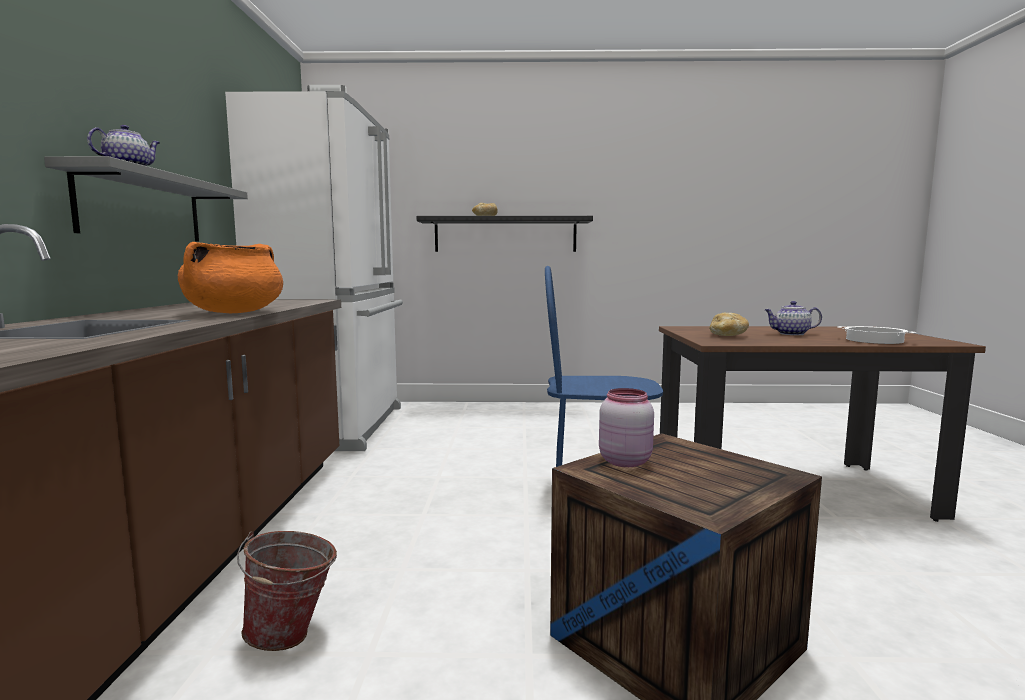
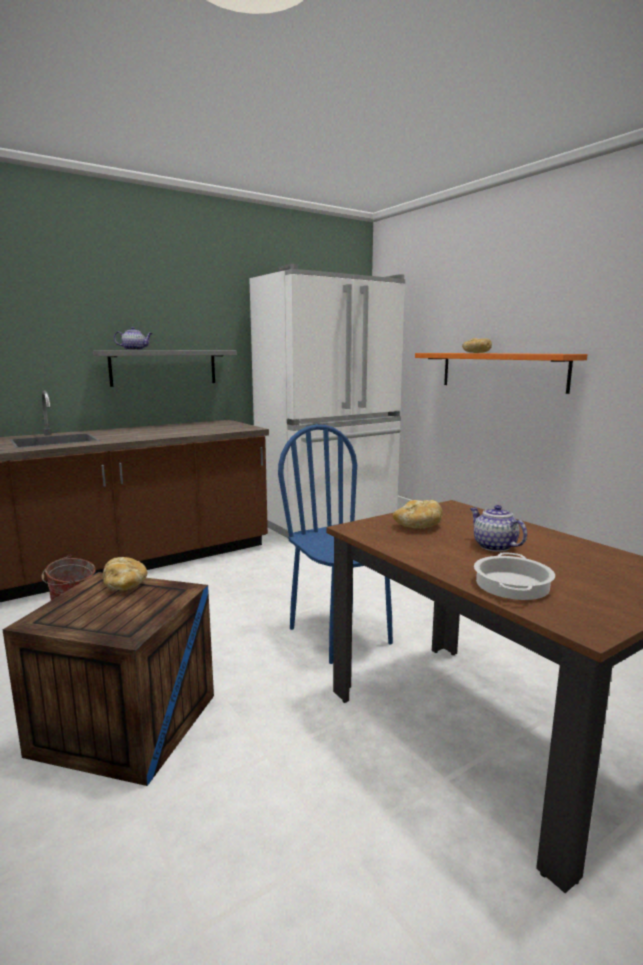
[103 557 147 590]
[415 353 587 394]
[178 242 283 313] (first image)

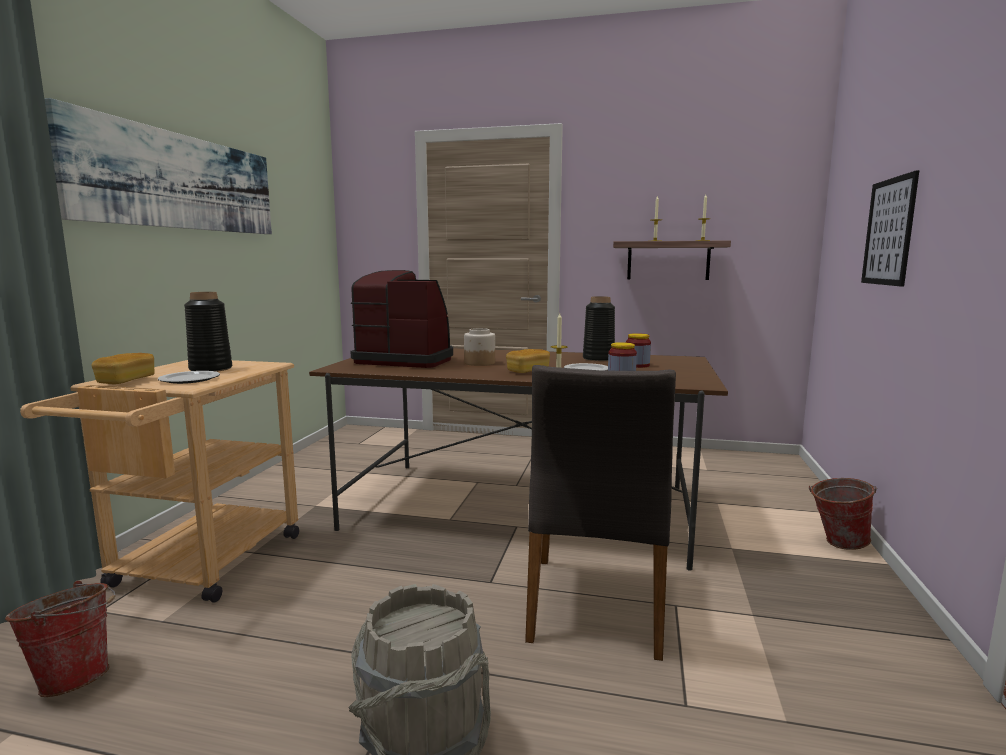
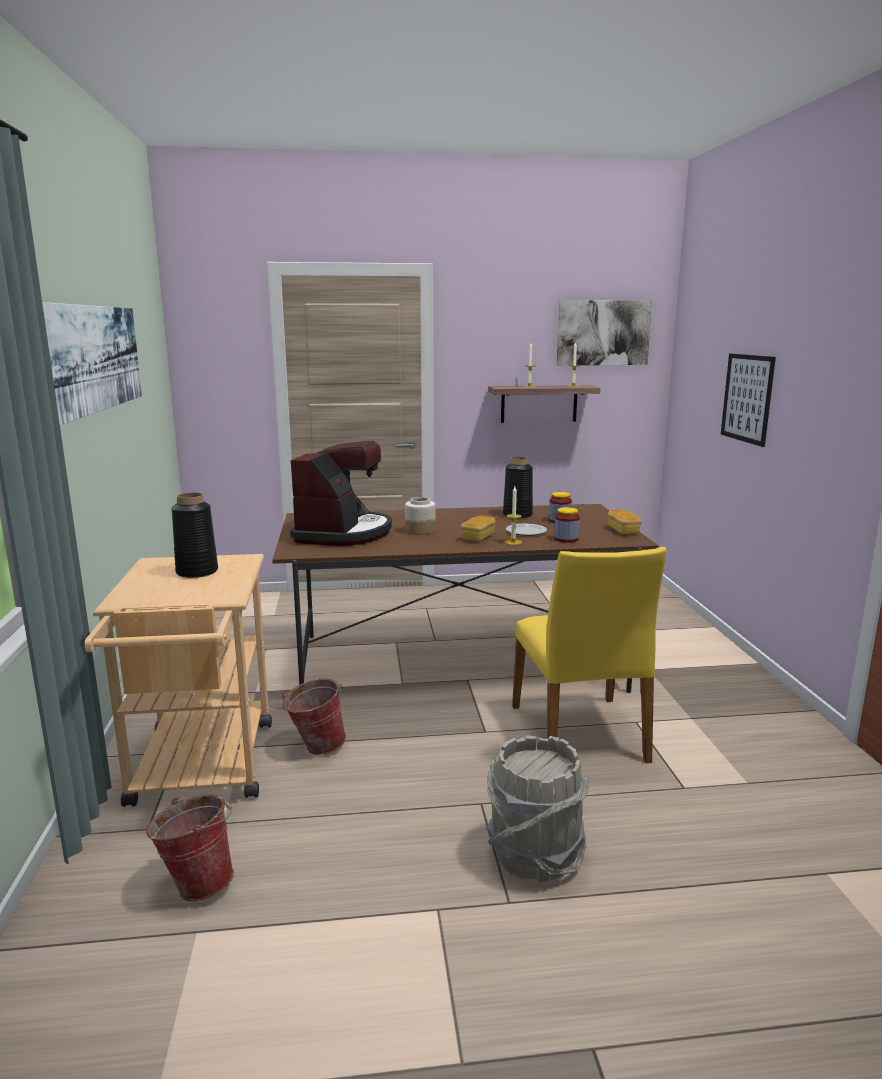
[281 678 346 755]
[290 441 392 546]
[512 547 666 763]
[556 300 652 365]
[608 510 642 534]
[158 371 220 384] (first image)

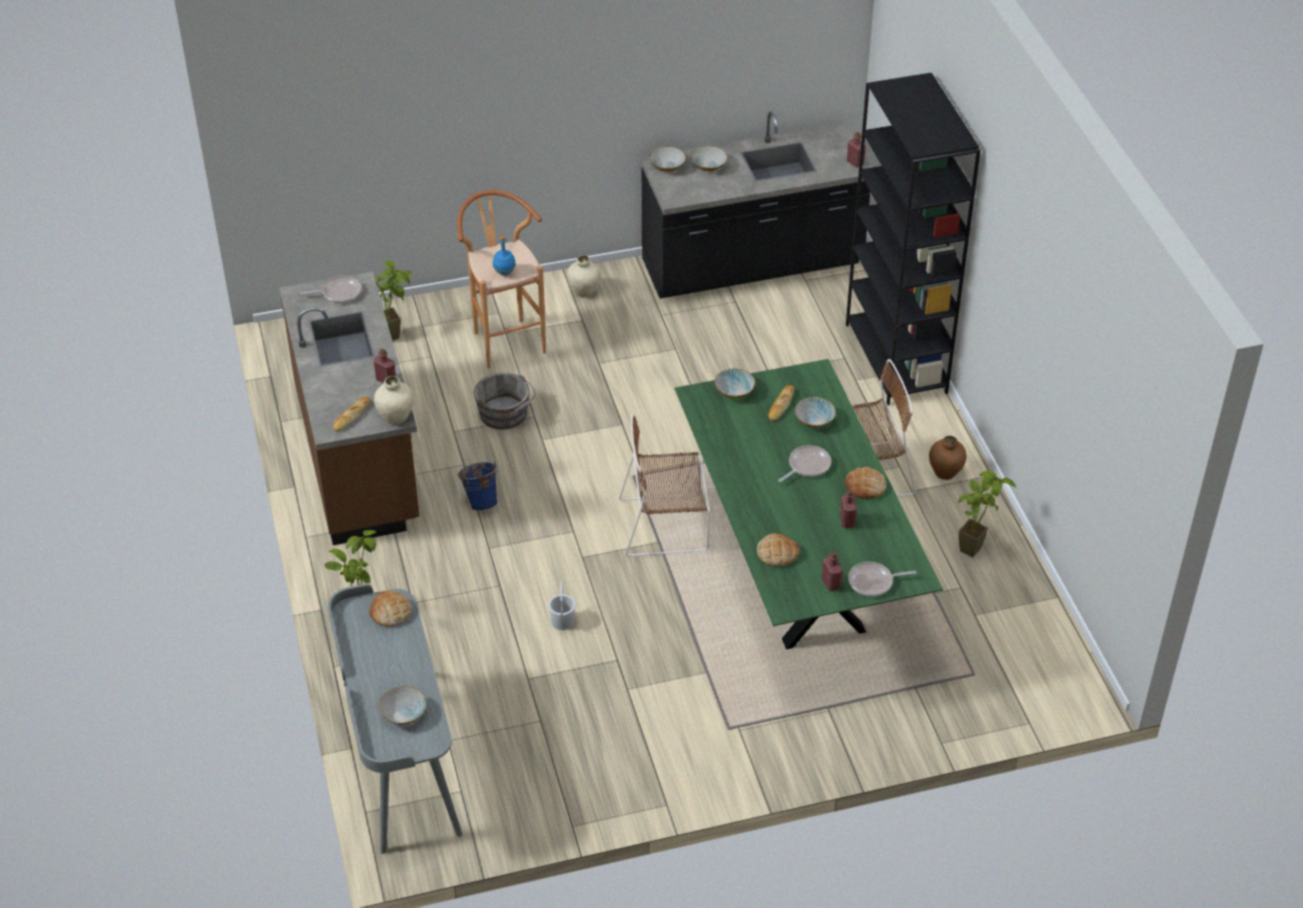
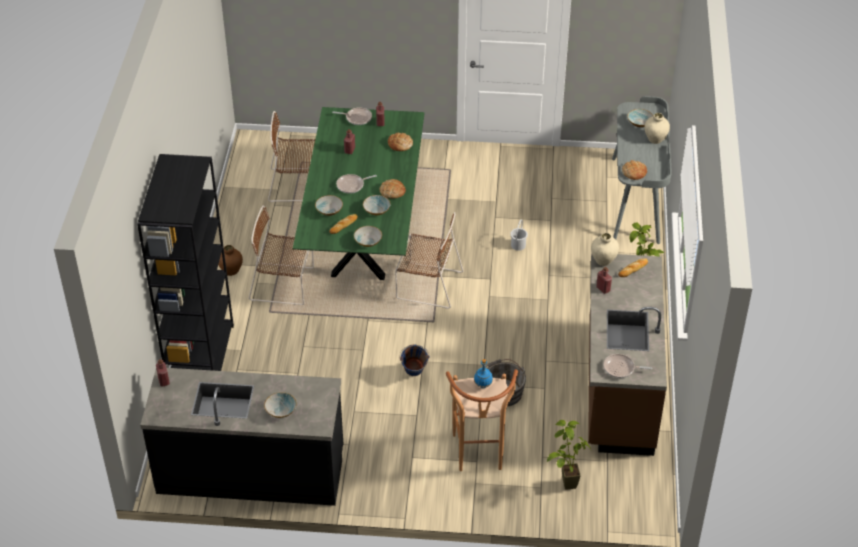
[268 111 315 202]
[363 195 391 215]
[380 179 406 199]
[400 345 429 376]
[644 113 670 144]
[958 471 1016 558] (first image)

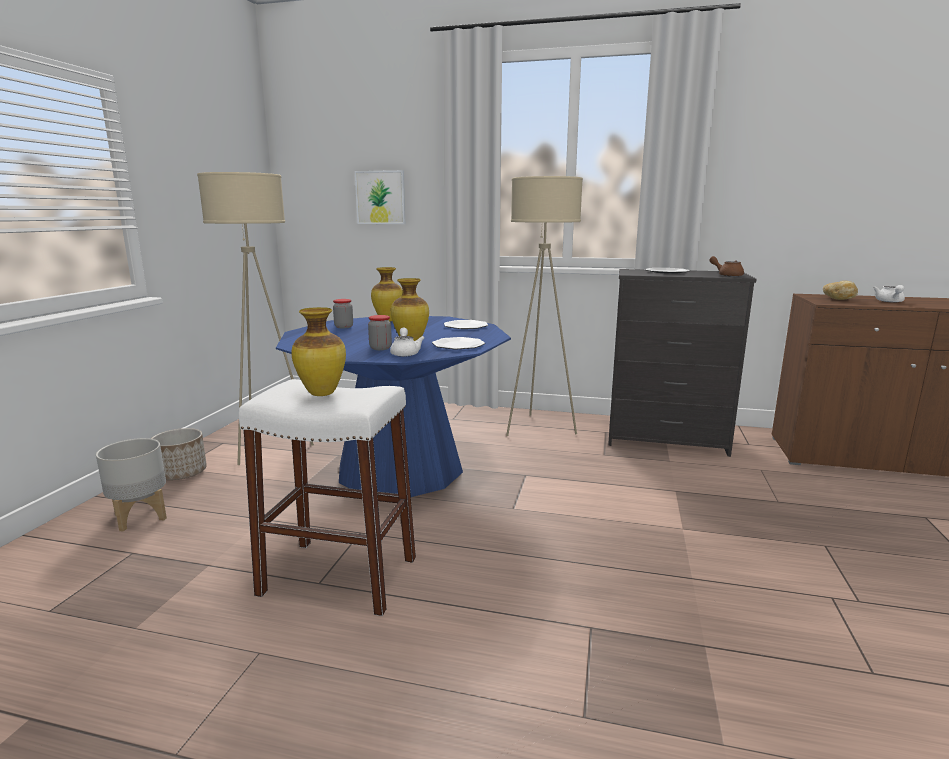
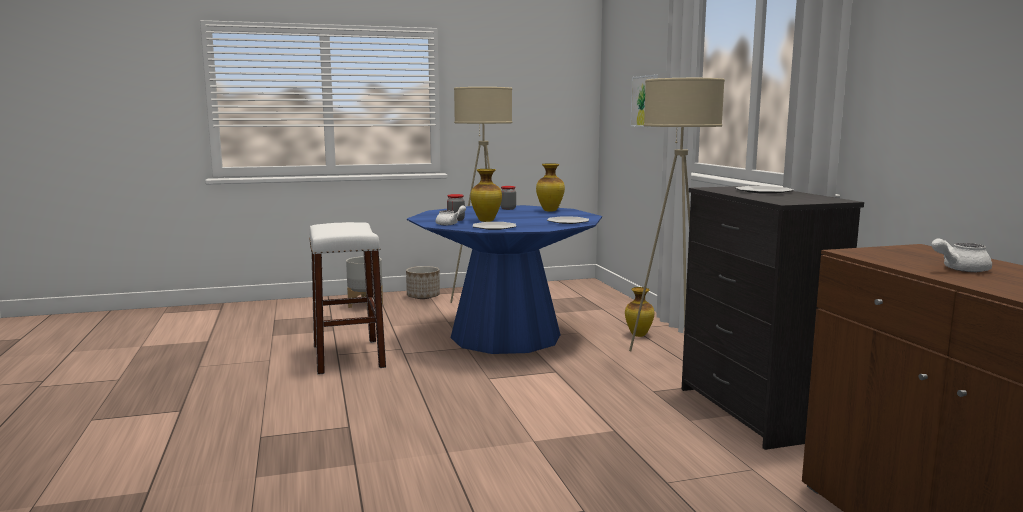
[625 287 654 337]
[709 256 744 277] (first image)
[823 281 858 300] (first image)

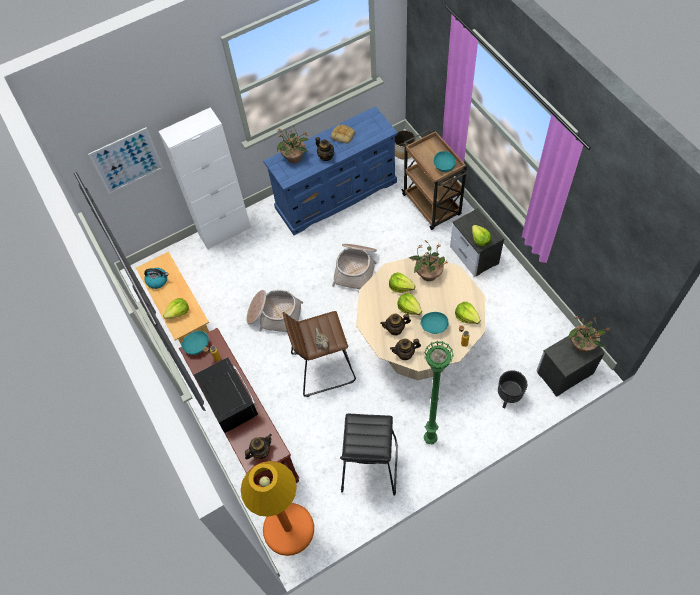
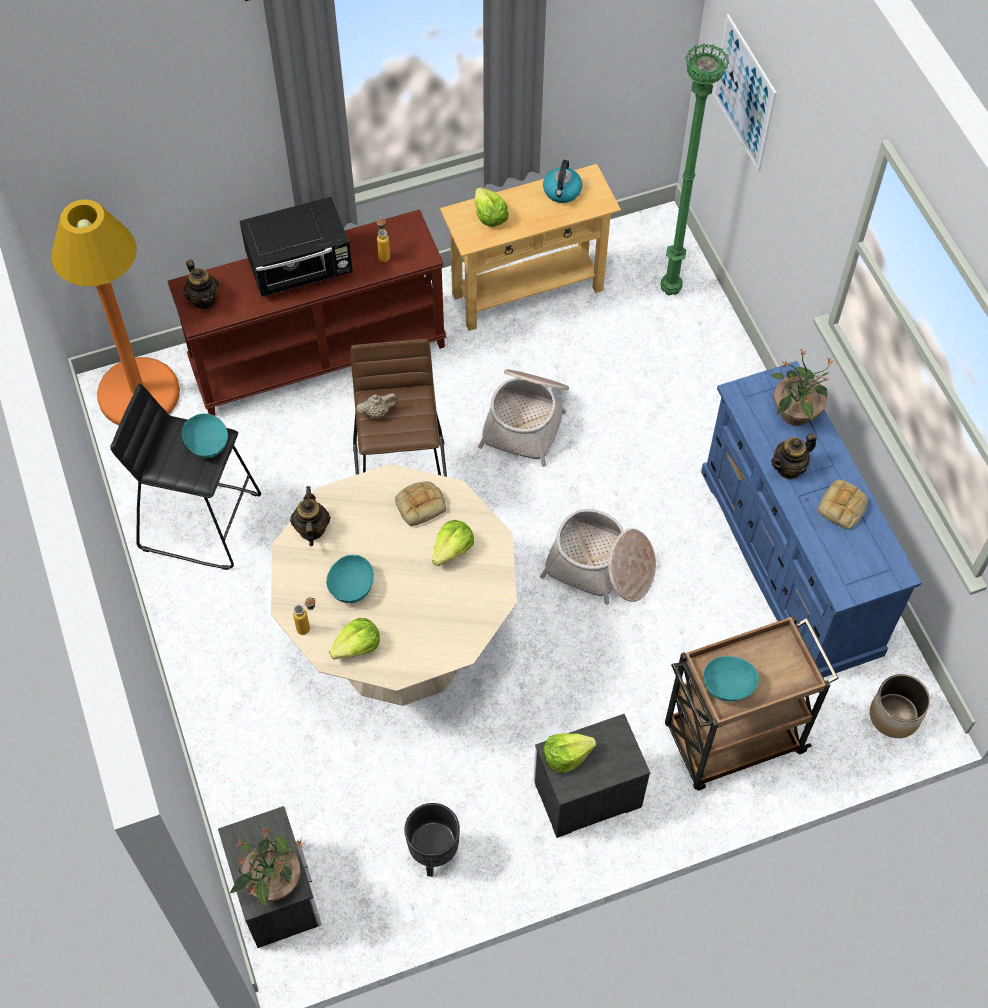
[182 413 228 458]
[395 481 446 526]
[404 803 460 877]
[661 43 729 295]
[158 107 251 250] (first image)
[380 314 411 335] (first image)
[397 293 422 315] (first image)
[409 239 448 281] (first image)

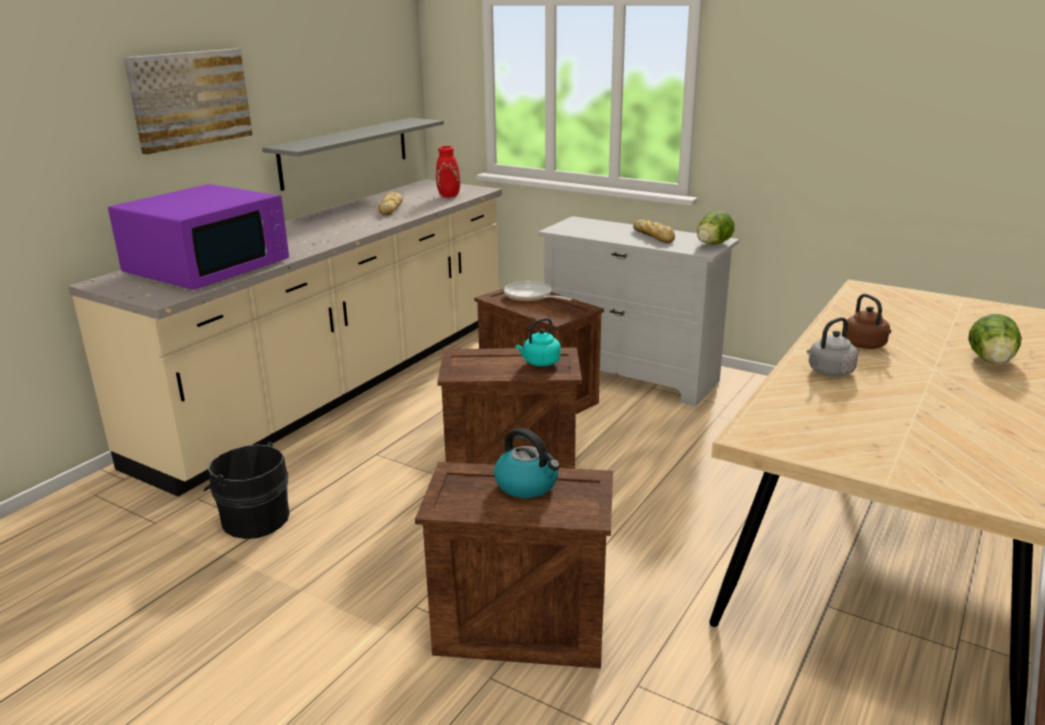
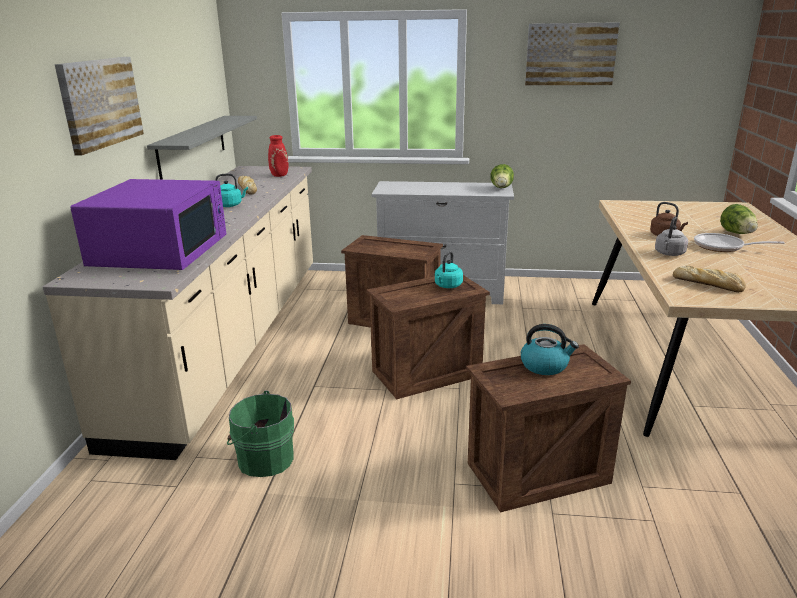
[215 174 248 207]
[227 391 294 477]
[525 22 620 86]
[673 265 746 292]
[694 233 785 252]

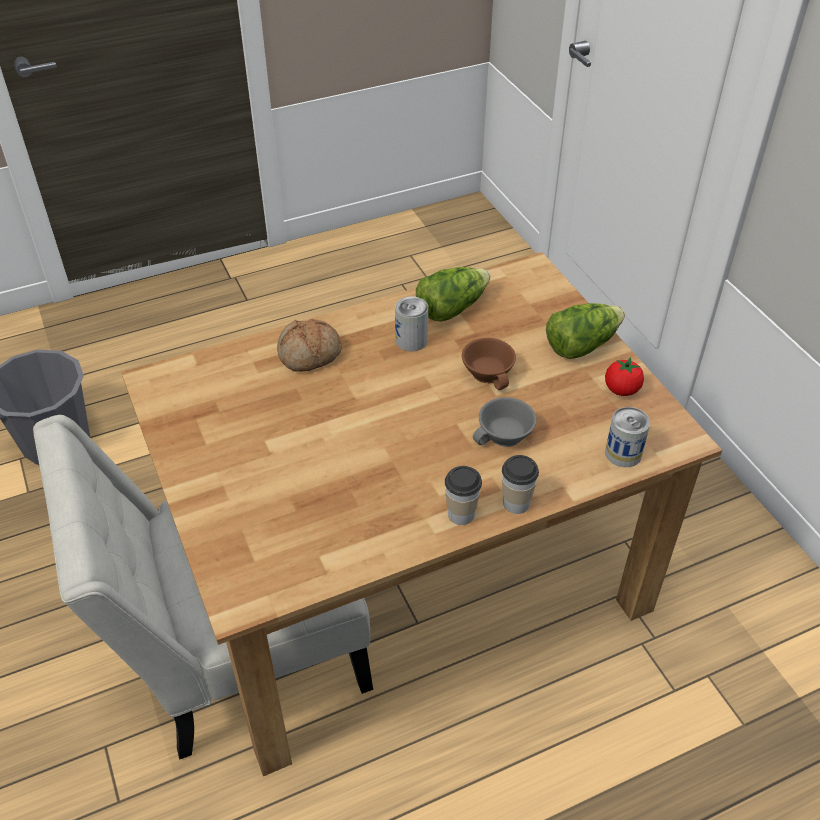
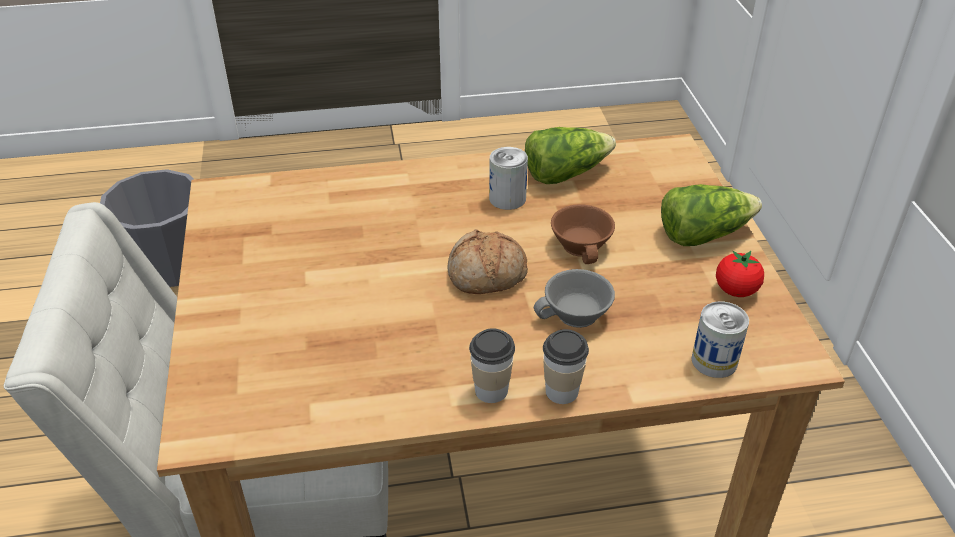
[448 229 528 294]

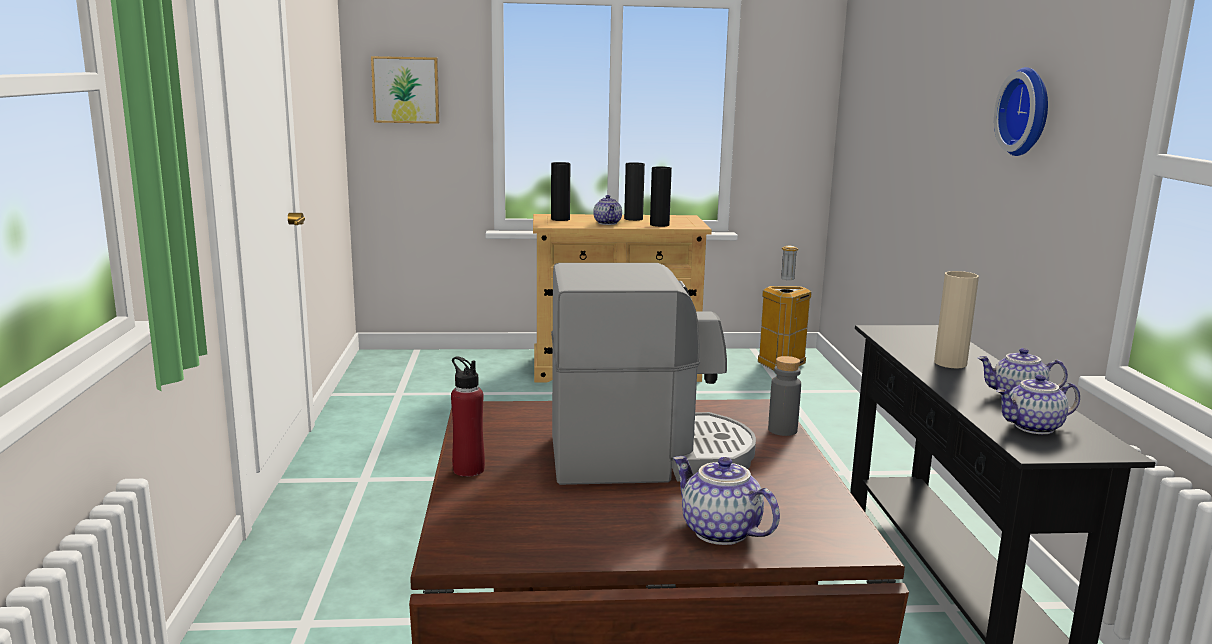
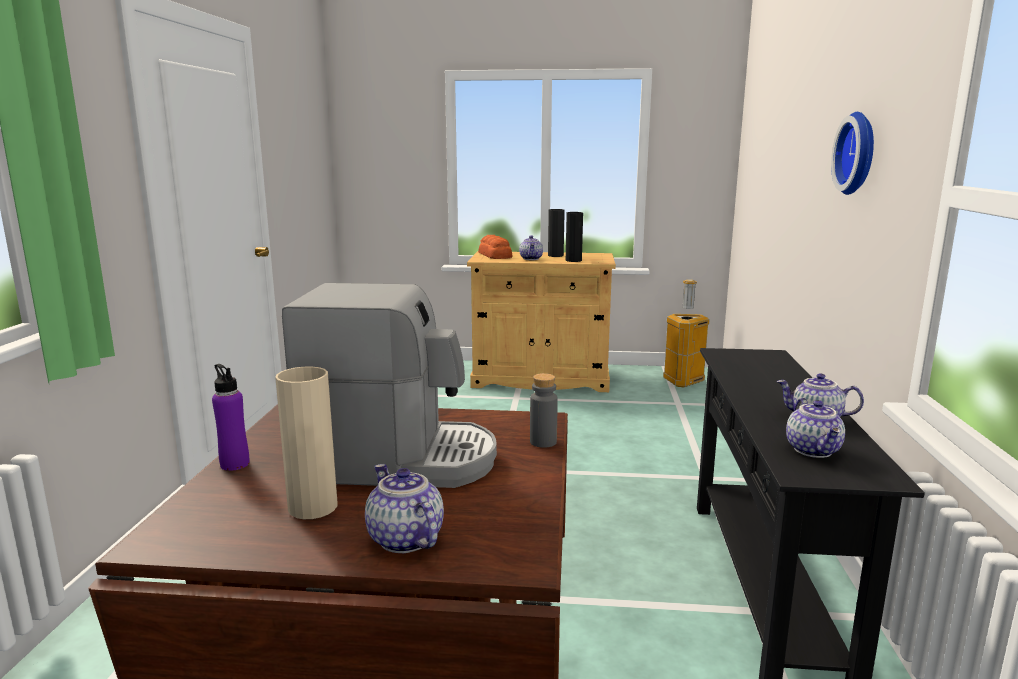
[212 364 249 471]
[275 367 337 519]
[478 235 513 259]
[786 398 845 458]
[371 56 439 124] (first image)

